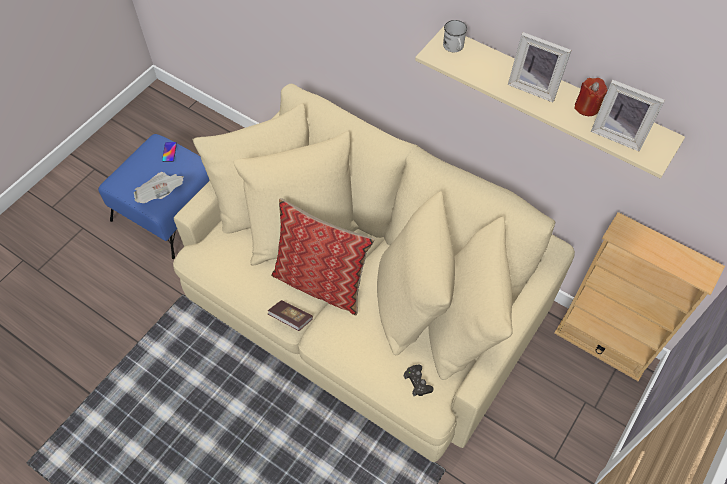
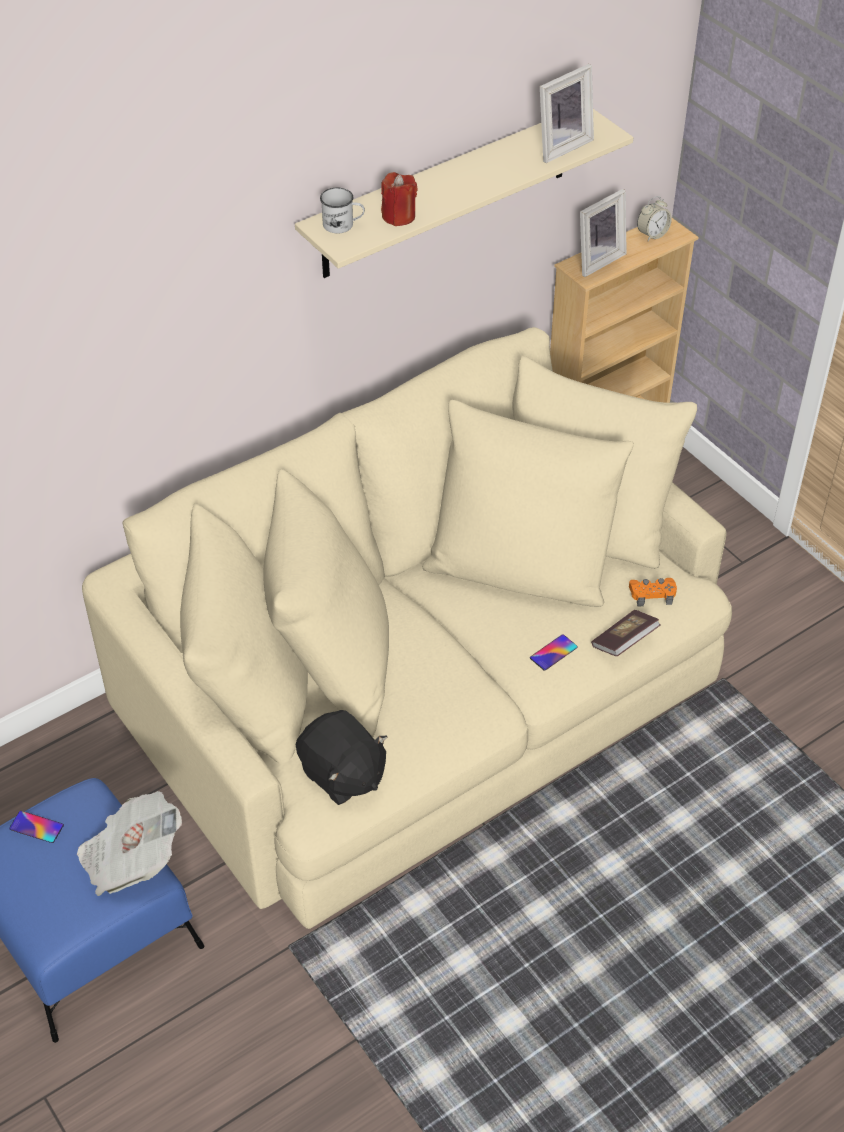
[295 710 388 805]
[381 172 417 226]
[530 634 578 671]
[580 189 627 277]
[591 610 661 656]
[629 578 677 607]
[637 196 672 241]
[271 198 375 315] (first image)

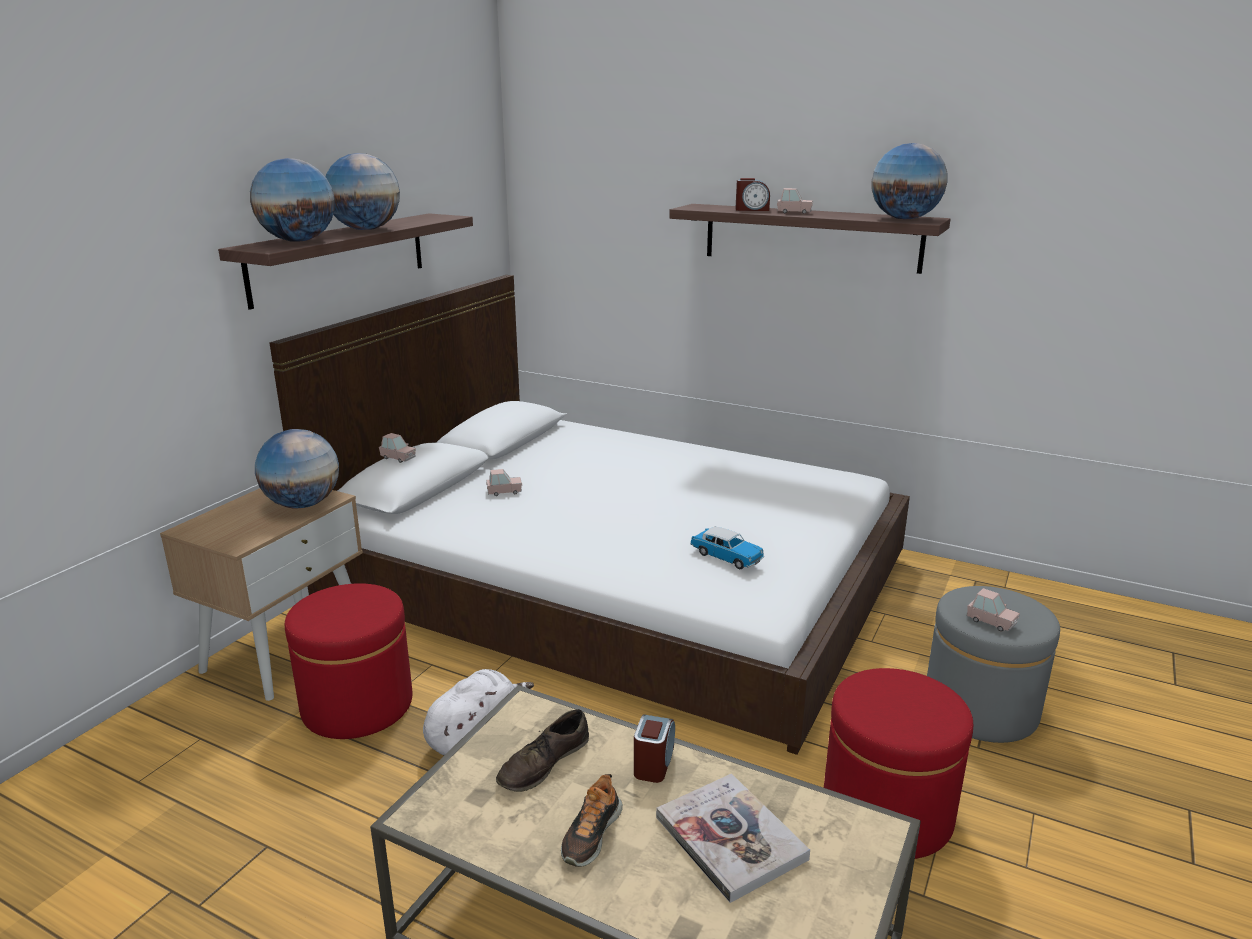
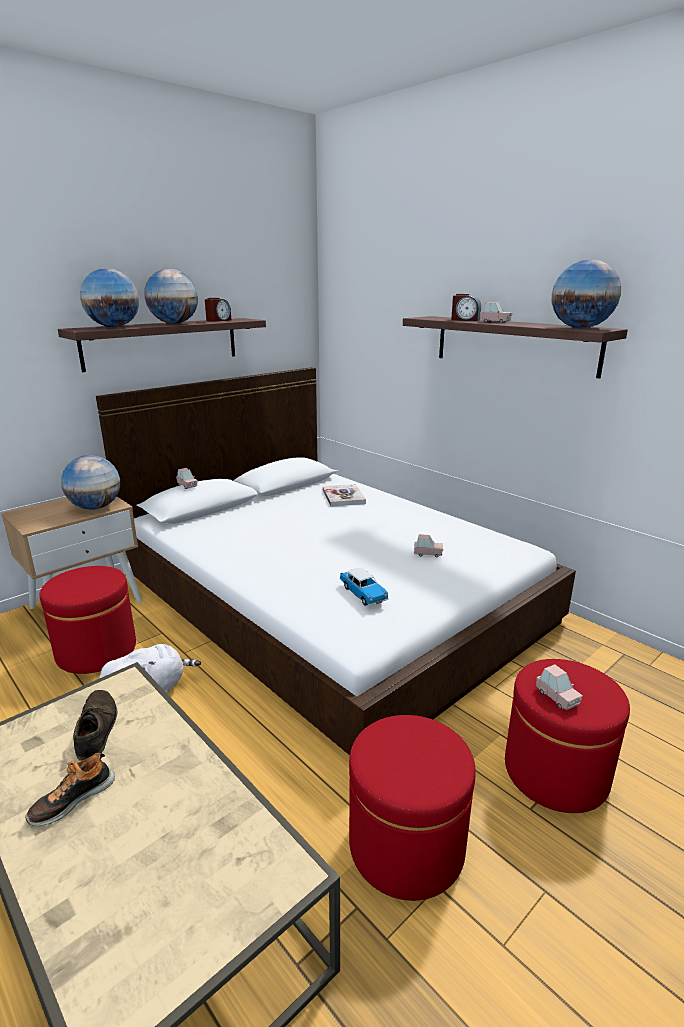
[73 690 117 761]
[205 298 231 322]
[323 484 366 507]
[414 534 443 557]
[505 659 630 813]

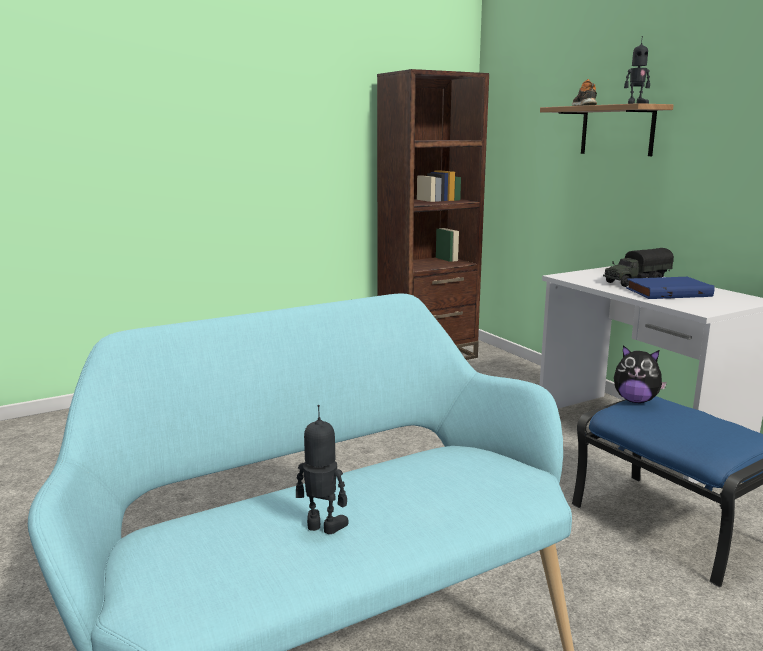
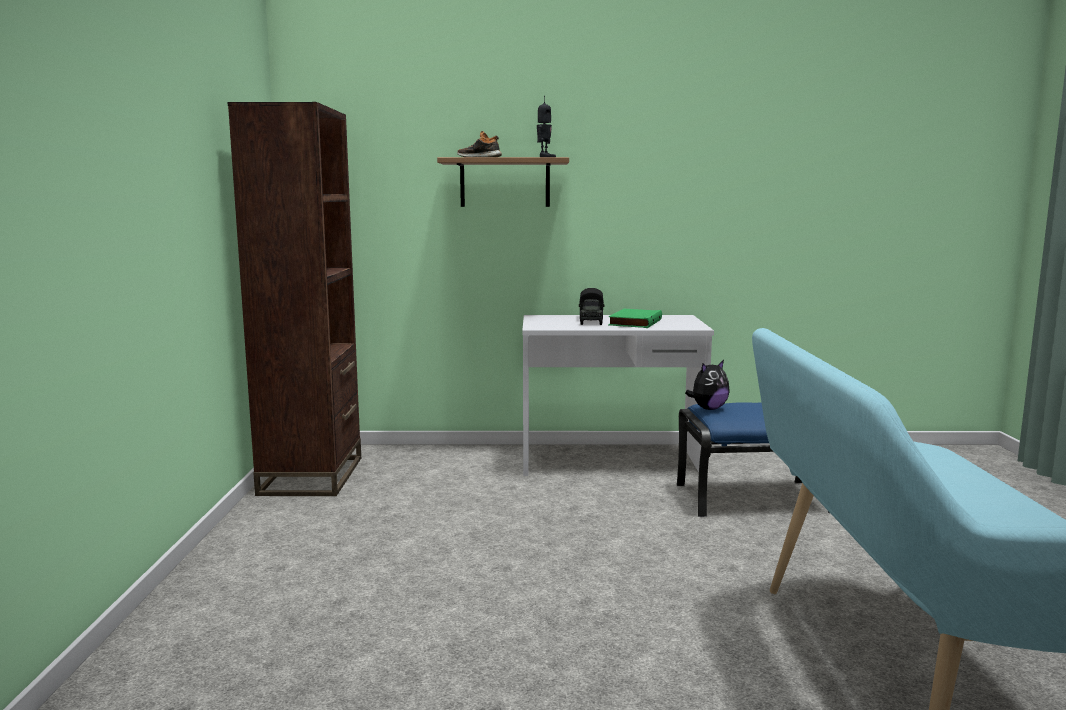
[608 309 662 328]
[296 405 349 534] (first image)

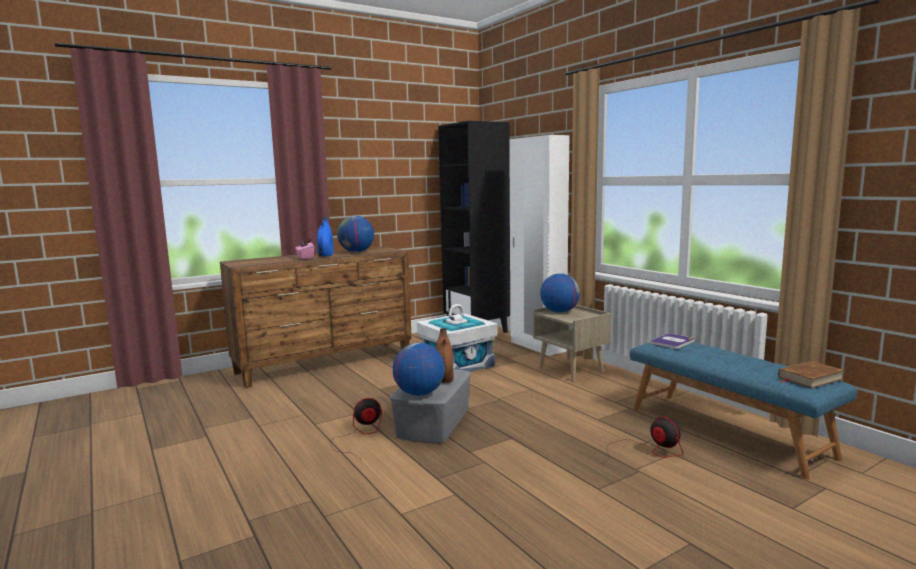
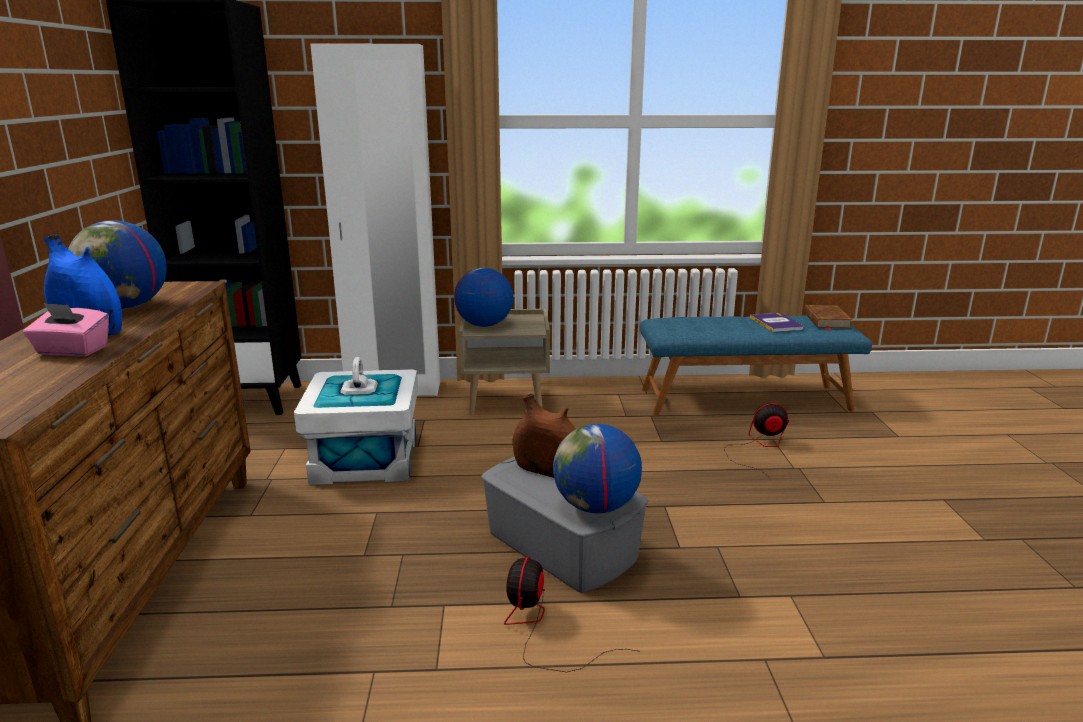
[750 313 803 332]

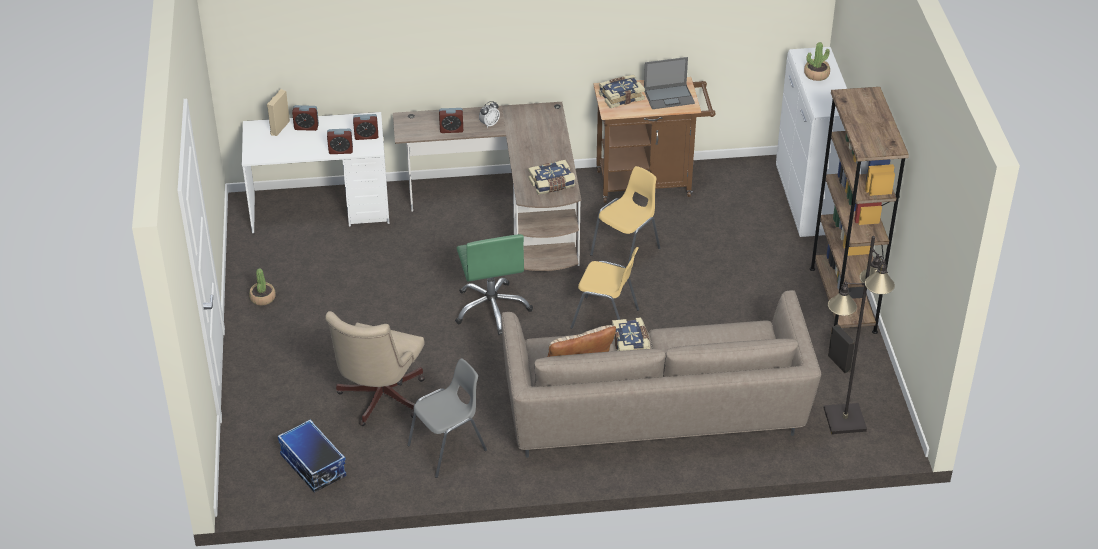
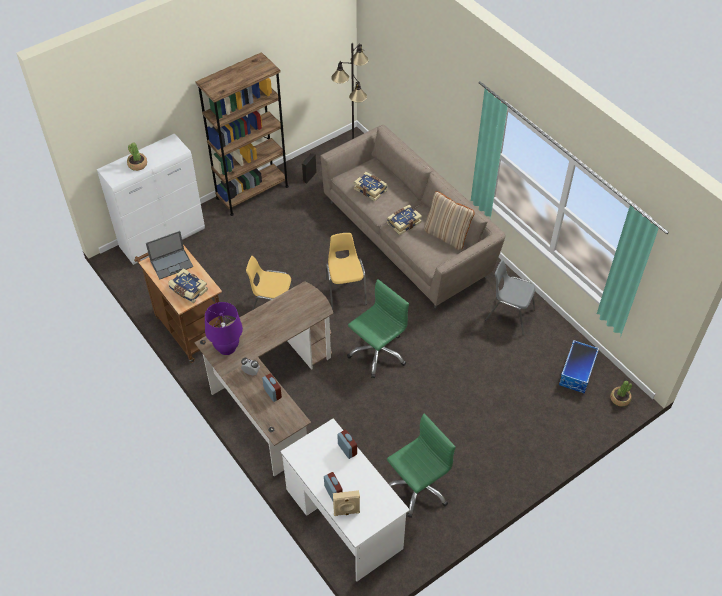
[146 231 193 280]
[205 302 243 355]
[354 172 388 201]
[387 414 456 518]
[610 381 632 407]
[325 311 425 426] (first image)
[353 114 378 140] (first image)

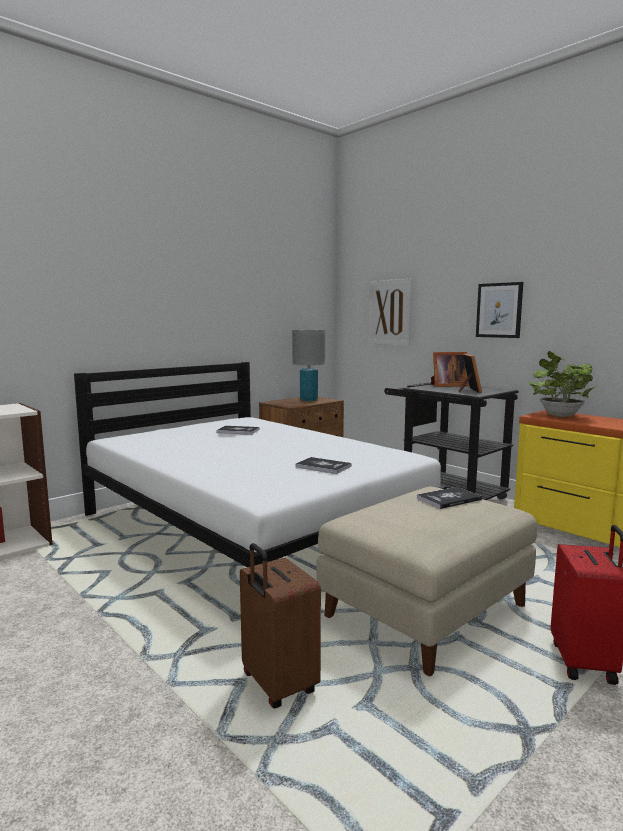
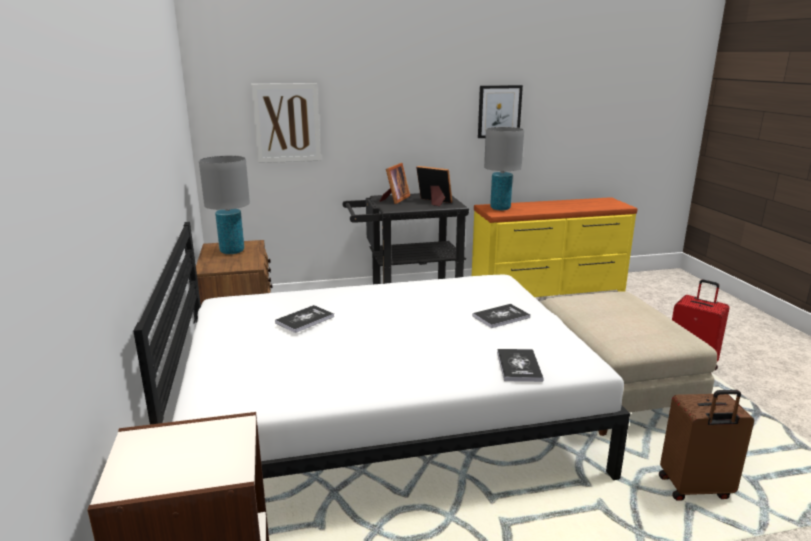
[478 85 523 138]
[484 127 524 210]
[497 349 544 382]

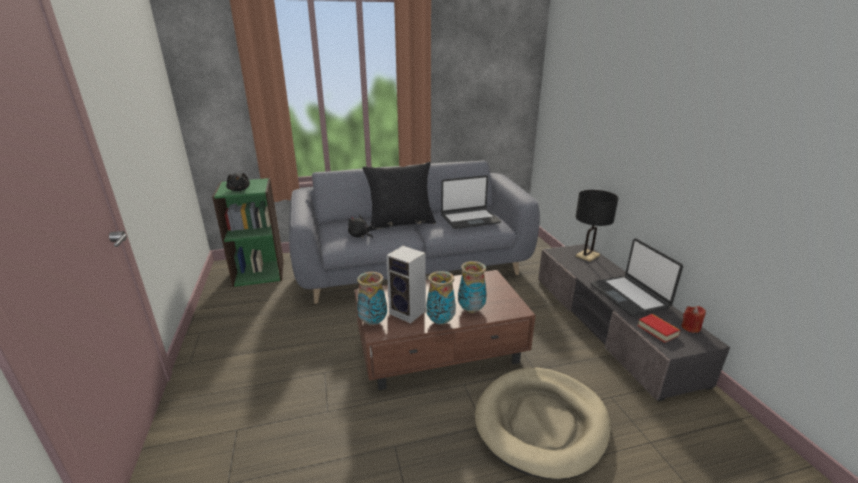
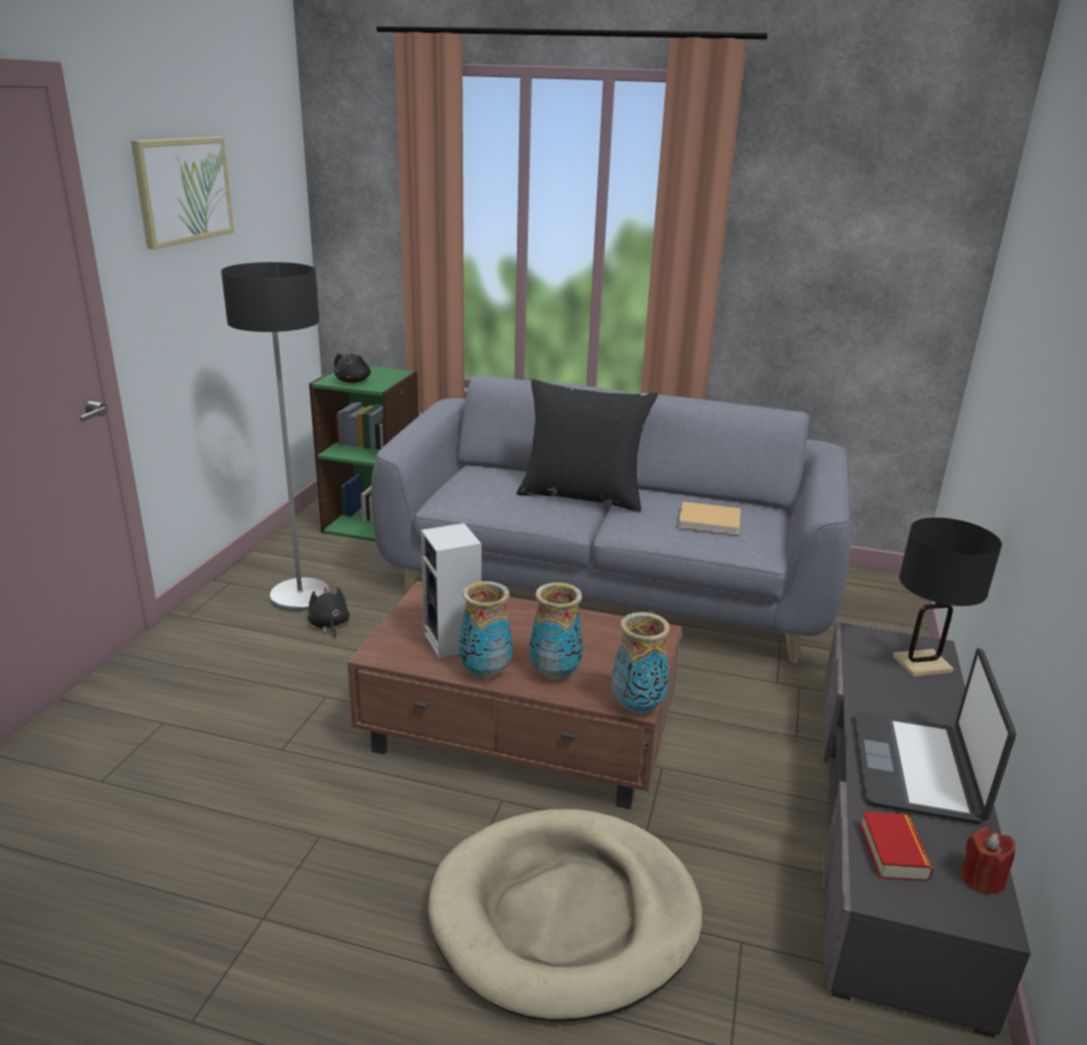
[131 137 234 249]
[221 262 331 612]
[308 587 350 639]
[612 612 670 715]
[678 502 741 535]

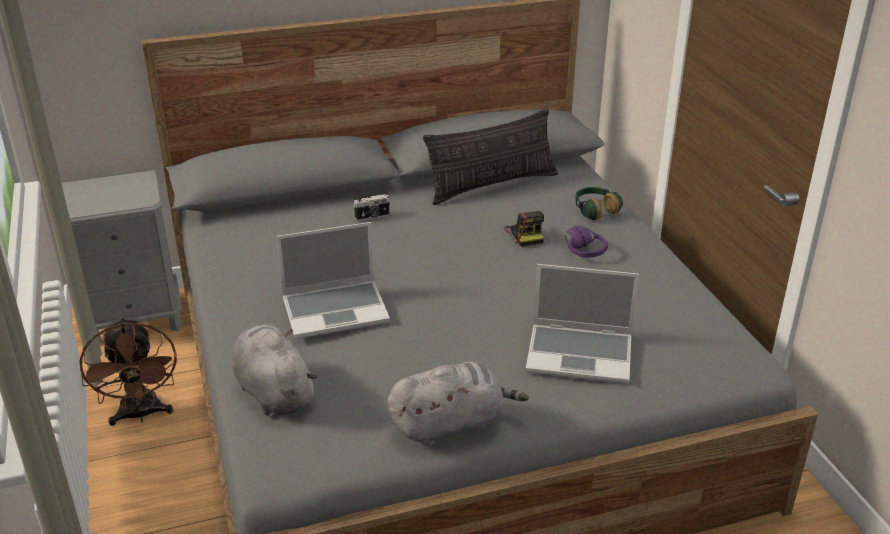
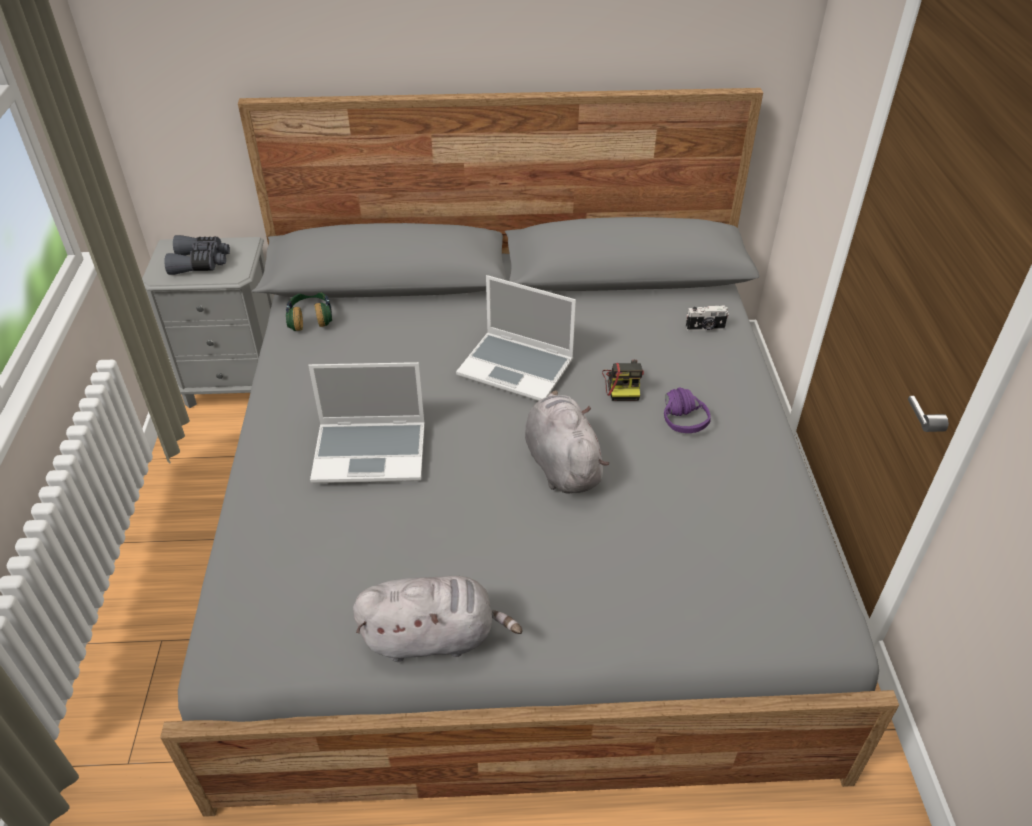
[164 235 230 275]
[286 292 332 331]
[456 275 576 401]
[525 390 609 494]
[686 305 729 331]
[79 317 177 426] (first image)
[423 108 558 205] (first image)

